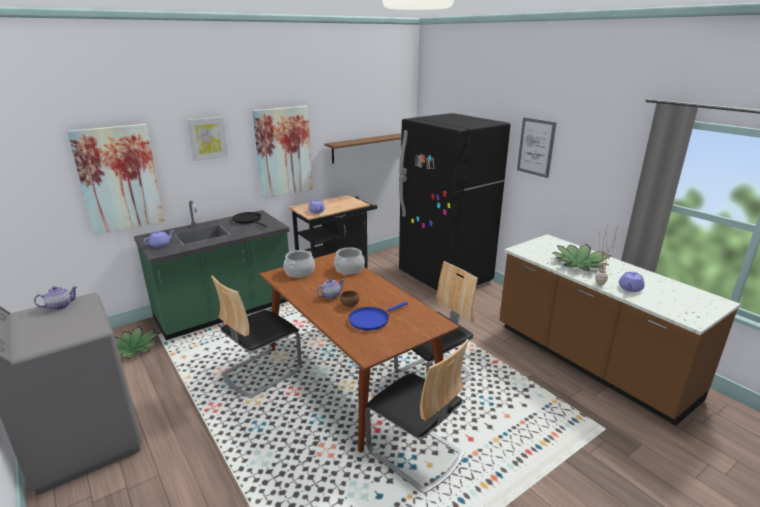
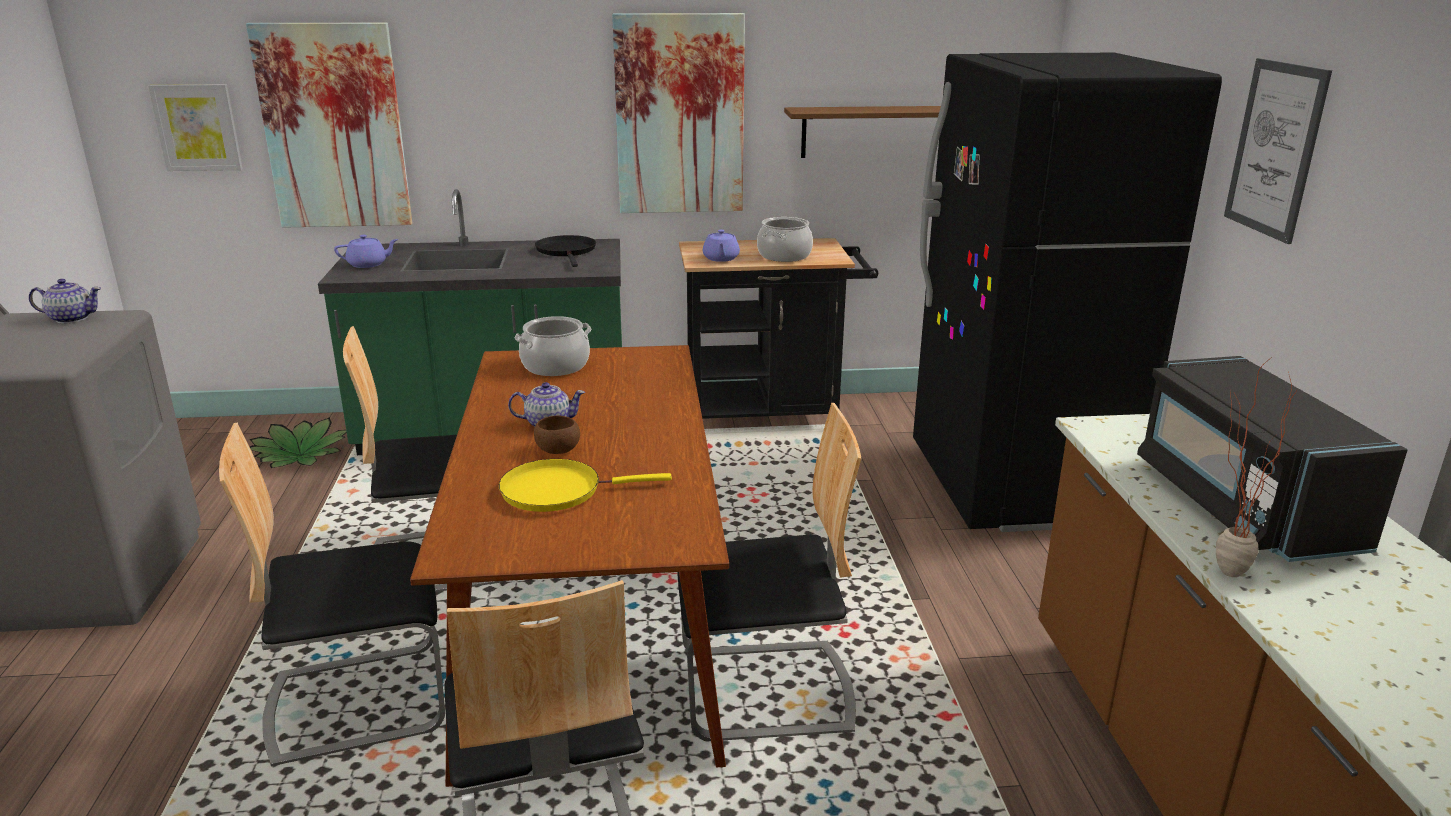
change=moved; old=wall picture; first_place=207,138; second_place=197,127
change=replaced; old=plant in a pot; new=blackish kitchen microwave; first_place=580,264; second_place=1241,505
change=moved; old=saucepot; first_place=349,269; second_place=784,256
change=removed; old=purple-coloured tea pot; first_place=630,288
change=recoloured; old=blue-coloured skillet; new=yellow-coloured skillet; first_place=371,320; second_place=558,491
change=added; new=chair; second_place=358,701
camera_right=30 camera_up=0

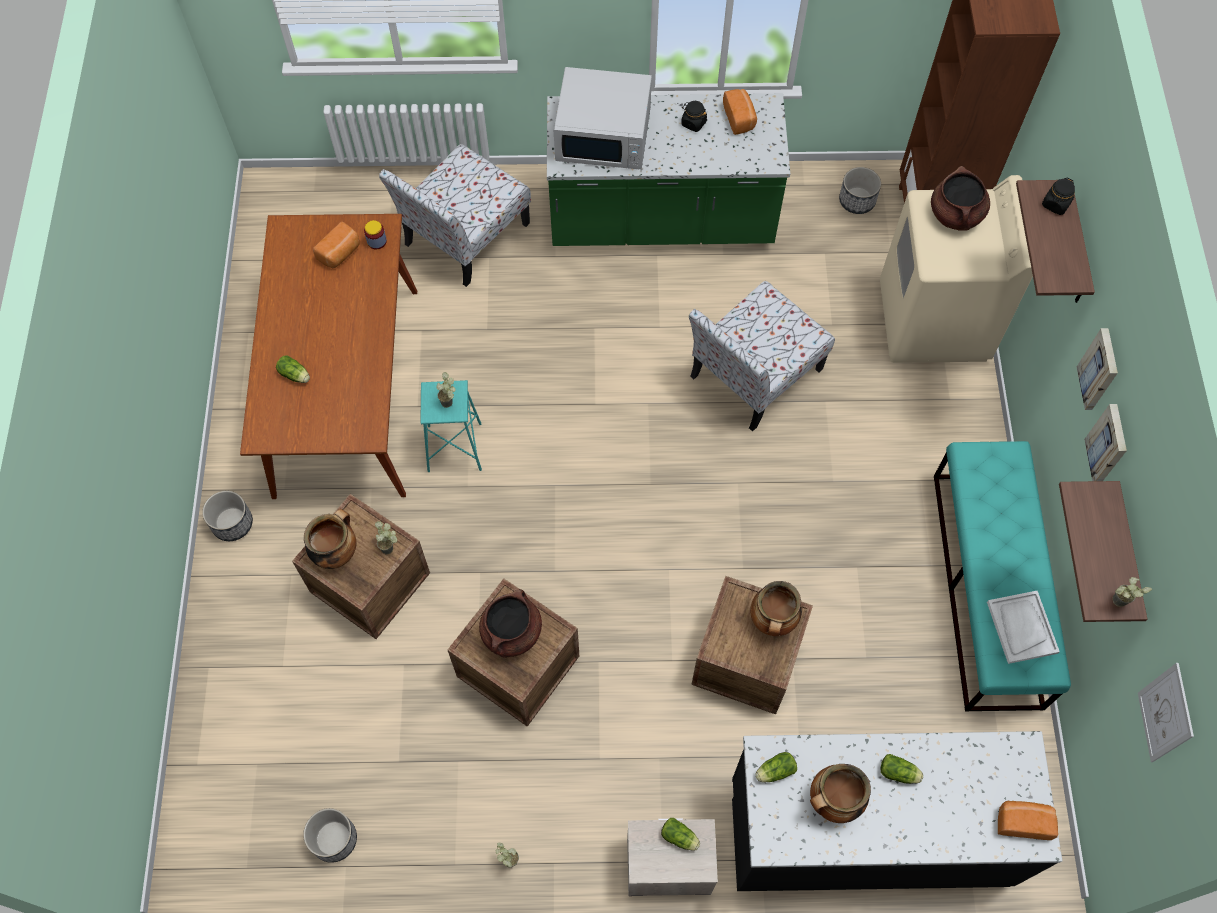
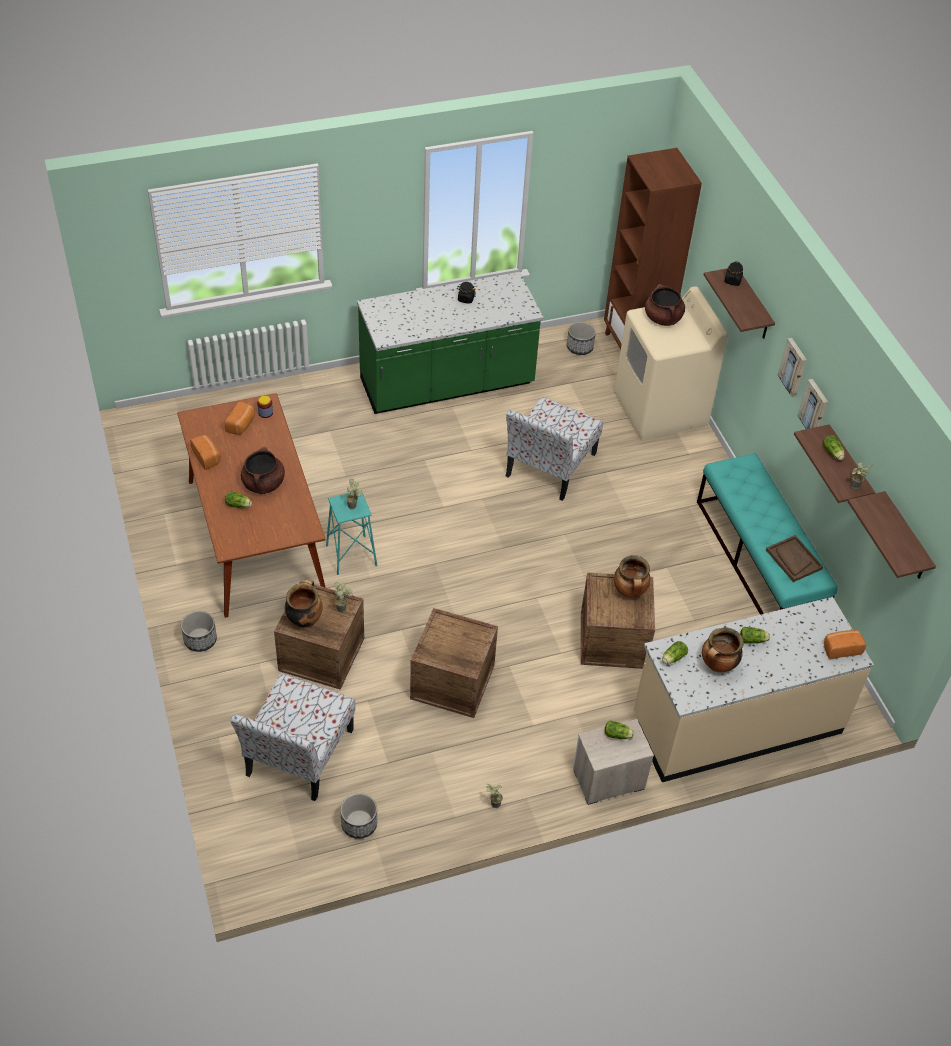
change=removed; old=white-coloured kitchen microwave; first_place=604,135
change=moved; old=baked bread; first_place=740,118; second_place=207,457
change=moved; old=chair; first_place=464,236; second_place=298,754
change=moved; old=brown saucepot; first_place=511,633; second_place=263,484
change=recoloured; old=white-coloured carrying tray; new=brown carrying tray; first_place=1021,627; second_place=793,559
change=replaced; old=wall picture; new=wall shelf; first_place=1165,713; second_place=905,539
change=recoloured; old=blackish kitchen base unit; new=sand-coloured kitchen base unit; first_place=867,831; second_place=736,724
change=added; new=head of lettuce; second_place=833,453
camera_right=-20 camera_up=-15

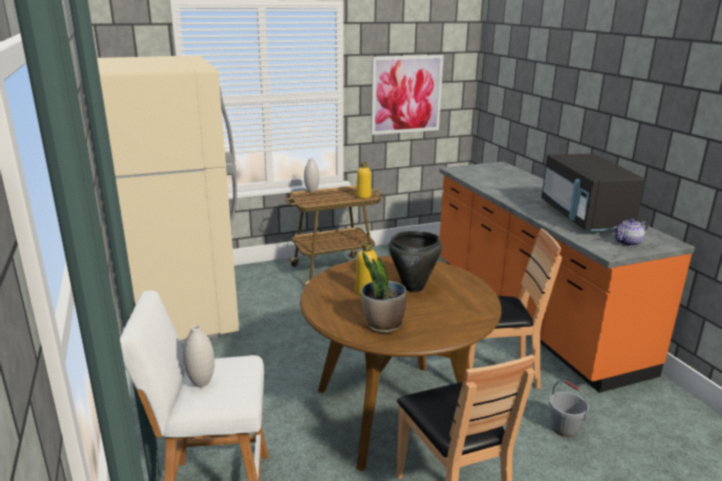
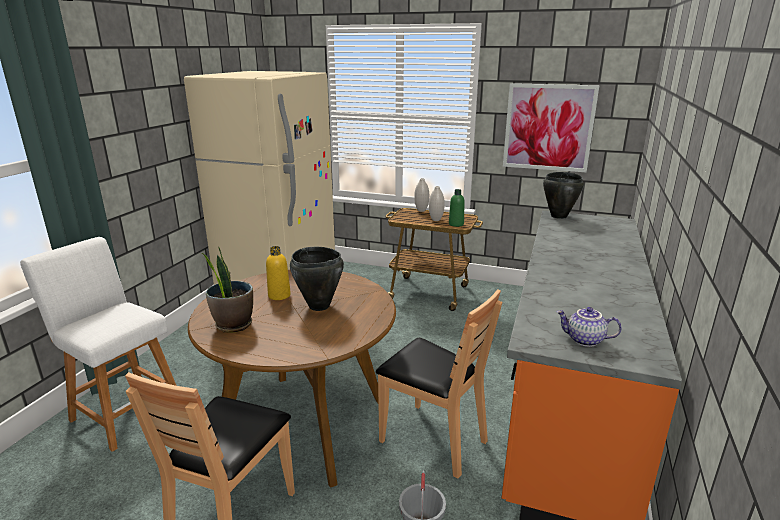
change=removed; old=blackish kitchen microwave; first_place=584,217
change=recoloured; old=yellow-coloured beverage bottle; new=green-coloured beverage bottle; first_place=363,196; second_place=456,224
change=moved; old=white-coloured vase; first_place=201,383; second_place=436,220
change=added; new=blackish saucepot; second_place=558,216
camera_right=40 camera_up=0

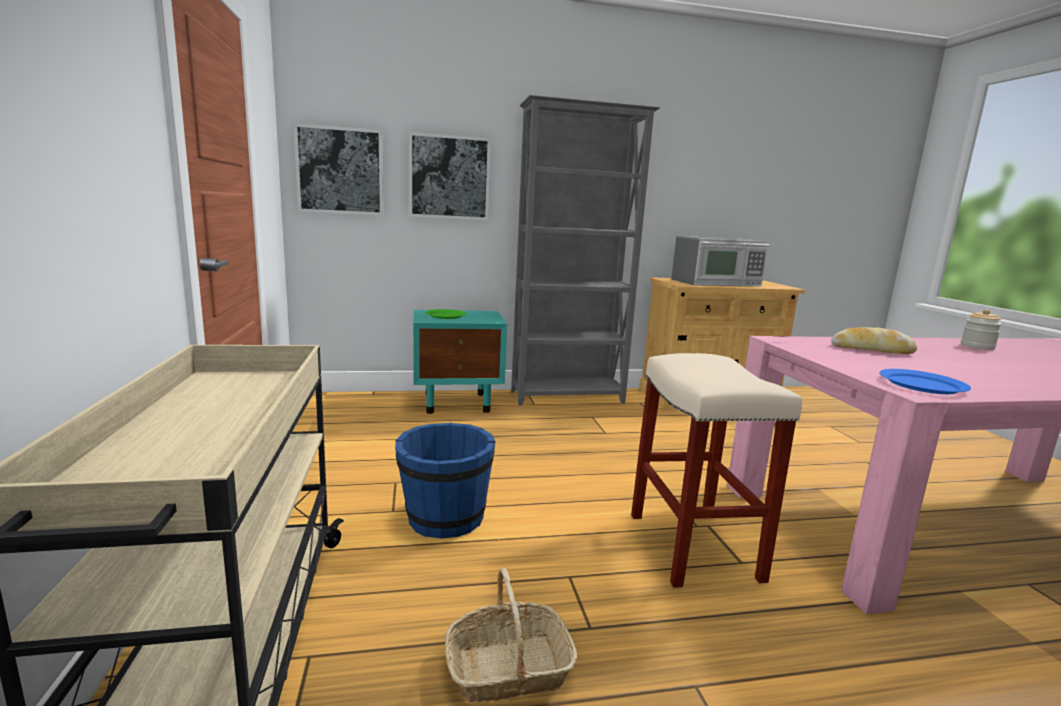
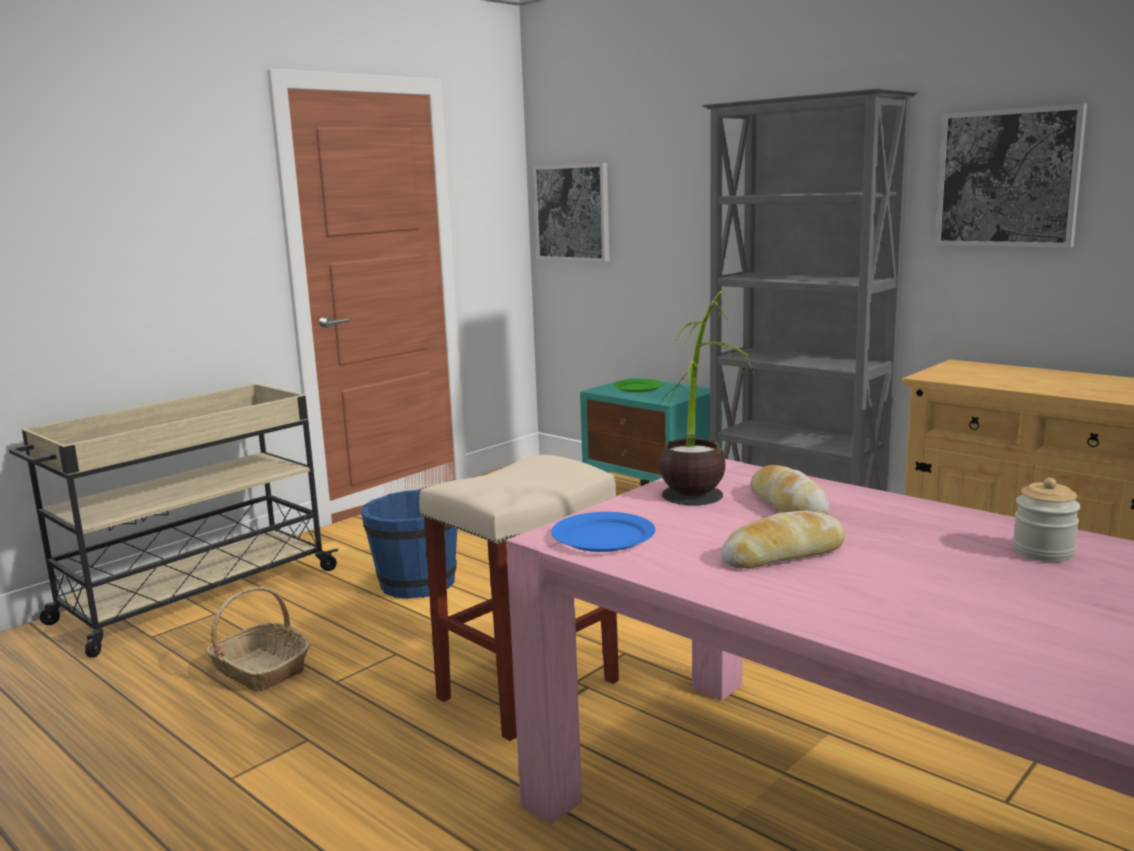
change=moved; old=wall picture; first_place=449,177; second_place=1008,178
change=removed; old=kitchen microwave; first_place=716,283
change=added; new=plant in a pot; second_place=697,507
change=added; new=baked bread; second_place=783,554
camera_right=55 camera_up=0

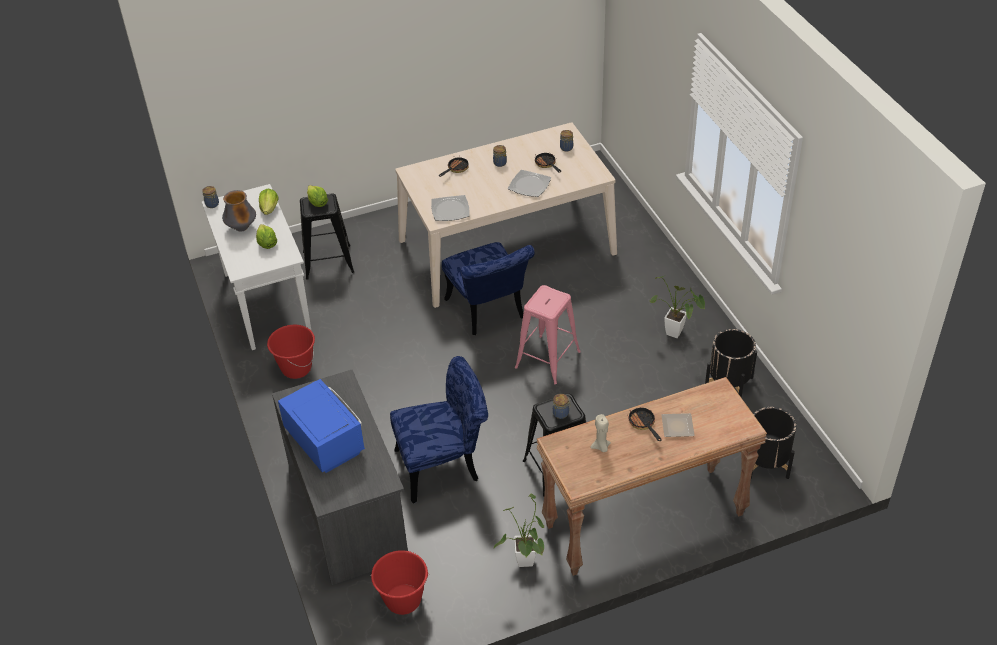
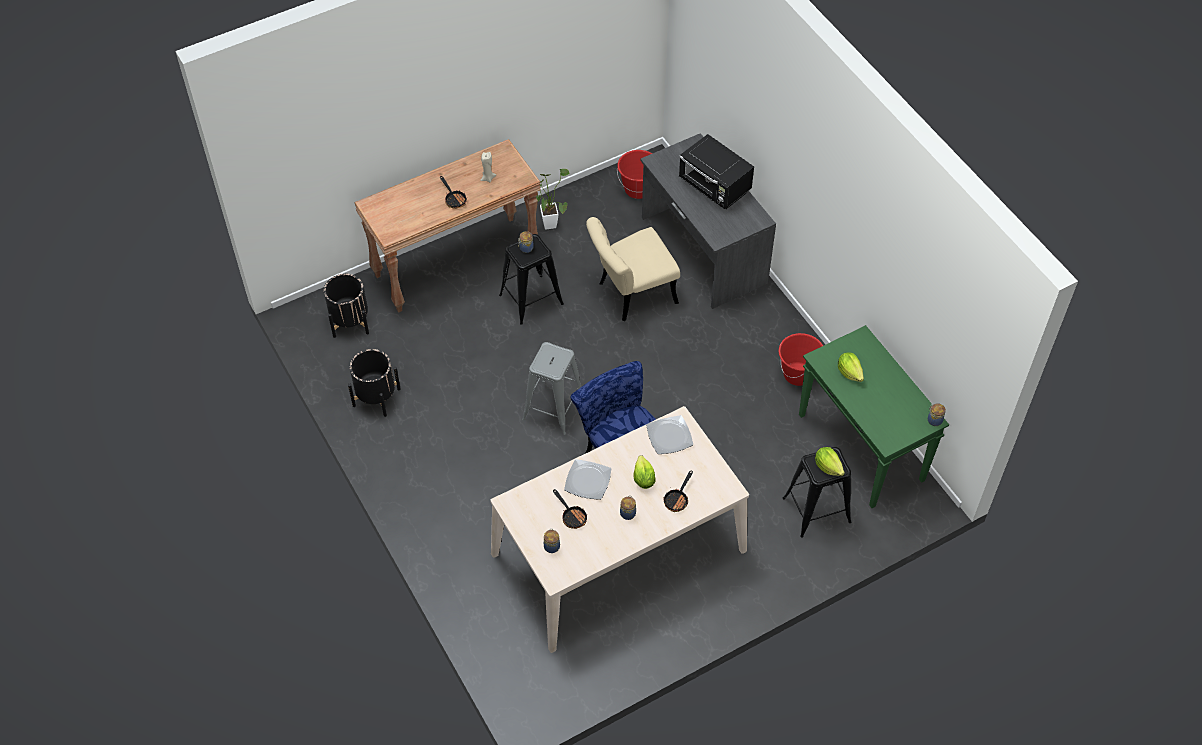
change=recoloured; old=white-coloured console table; new=green-coloured console table; first_place=266,303; second_place=862,448
change=moved; old=head of lettuce; first_place=269,209; second_place=643,479
change=removed; old=vase; first_place=242,228
change=removed; old=plant in a pot; first_place=677,334
change=recoloured; old=pink stool seat; new=greyish stool seat; first_place=547,359; second_place=553,407
change=recoloured; old=blue-coloured chair; new=sand-coloured chair; first_place=444,465; second_place=630,294
change=recoloured; old=blue-coloured kitchen microwave; new=blackish kitchen microwave; first_place=325,441; second_place=714,187
change=removed; old=flat dish; first_place=678,427
camera_right=170 camera_up=10

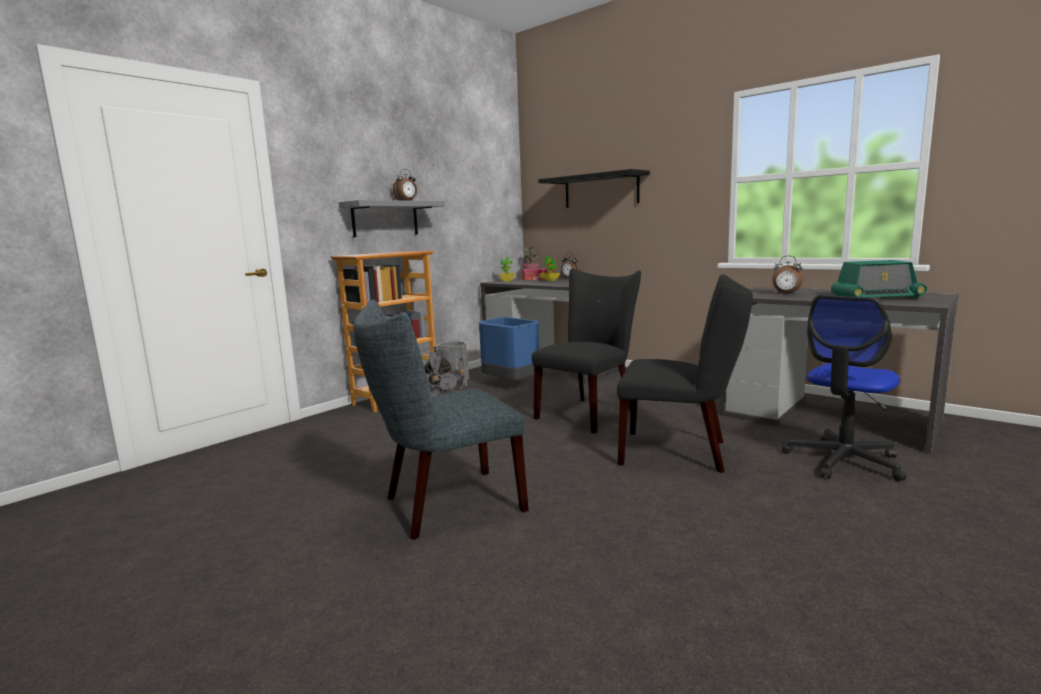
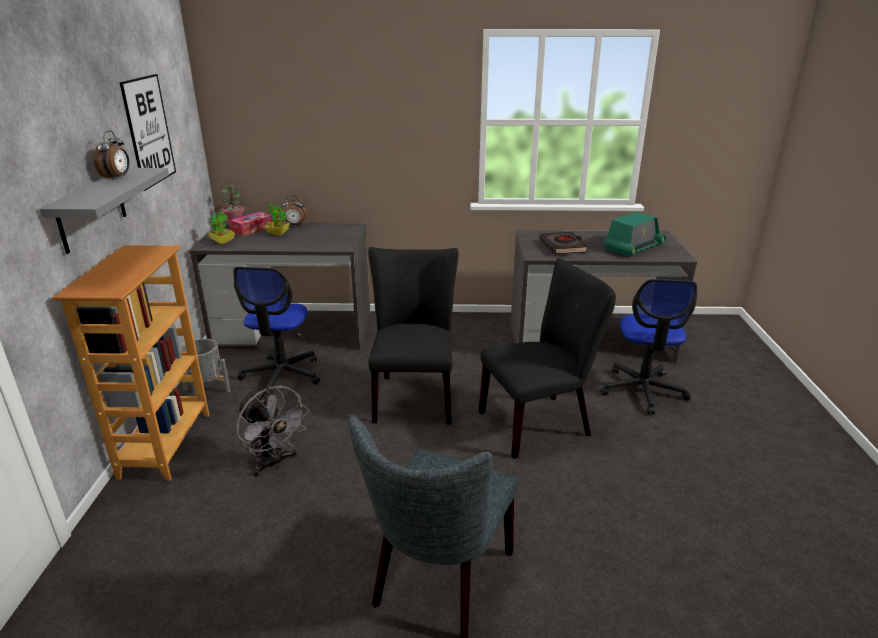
change=removed; old=blackish wall shelf; first_place=601,190
change=replaced; old=bedside clock; new=blackish bound book; first_place=786,294; second_place=563,246
change=replaced; old=blue-coloured waste bin; new=computer chair; first_place=510,385; second_place=282,375
change=added; new=wall picture; second_place=149,131
camera_right=-40 camera_up=15

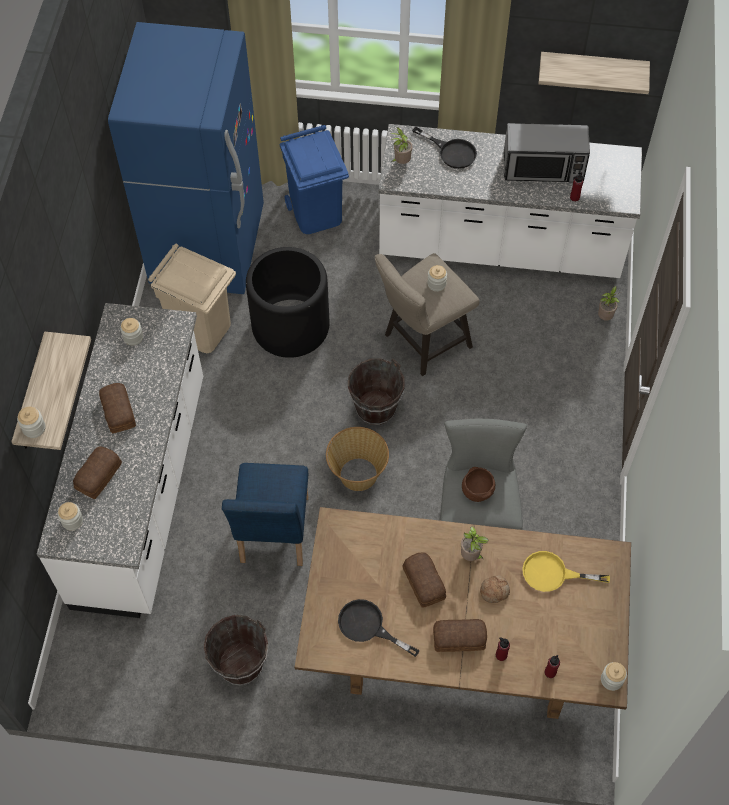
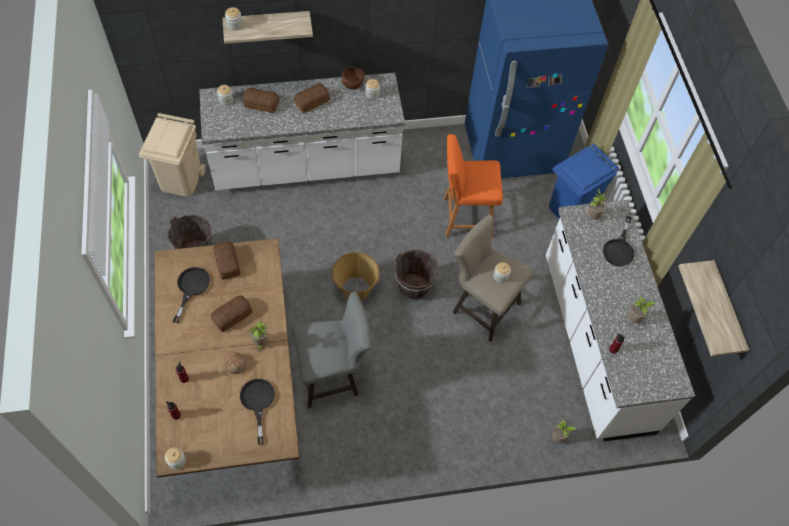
change=replaced; old=kitchen microwave; new=plant in a pot; first_place=543,168; second_place=634,319
change=moved; old=sand-coloured waste bin; first_place=201,329; second_place=181,180
change=replaced; old=blackish plant pot; new=orange-coloured stool seat; first_place=290,326; second_place=464,217
change=removed; old=blue-coloured chair; first_place=273,536
change=moved; old=brown serving bowl; first_place=476,491; second_place=353,84
change=recoloured; old=yellow-coloured skillet; new=blackish skillet; first_place=553,574; second_place=257,402
change=moved; old=baked bread; first_place=460,639; second_place=227,264
camera_right=70 camera_up=0

